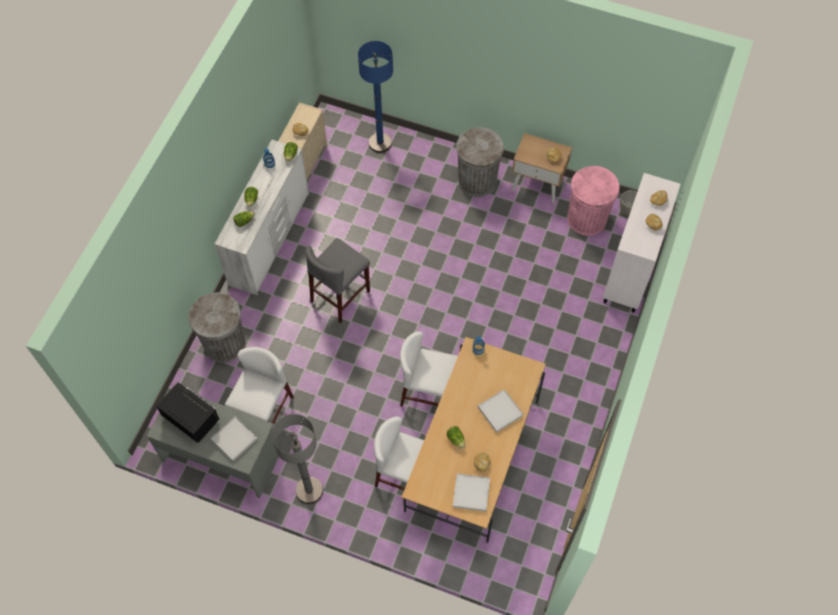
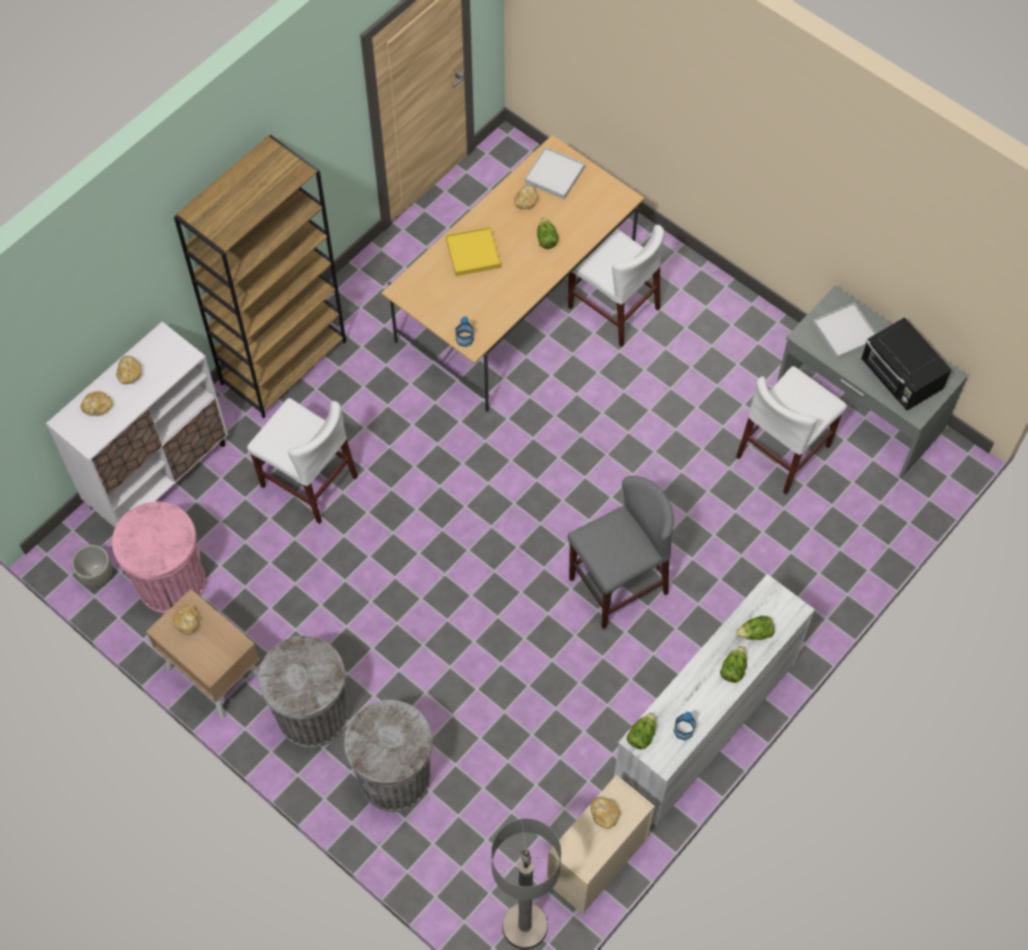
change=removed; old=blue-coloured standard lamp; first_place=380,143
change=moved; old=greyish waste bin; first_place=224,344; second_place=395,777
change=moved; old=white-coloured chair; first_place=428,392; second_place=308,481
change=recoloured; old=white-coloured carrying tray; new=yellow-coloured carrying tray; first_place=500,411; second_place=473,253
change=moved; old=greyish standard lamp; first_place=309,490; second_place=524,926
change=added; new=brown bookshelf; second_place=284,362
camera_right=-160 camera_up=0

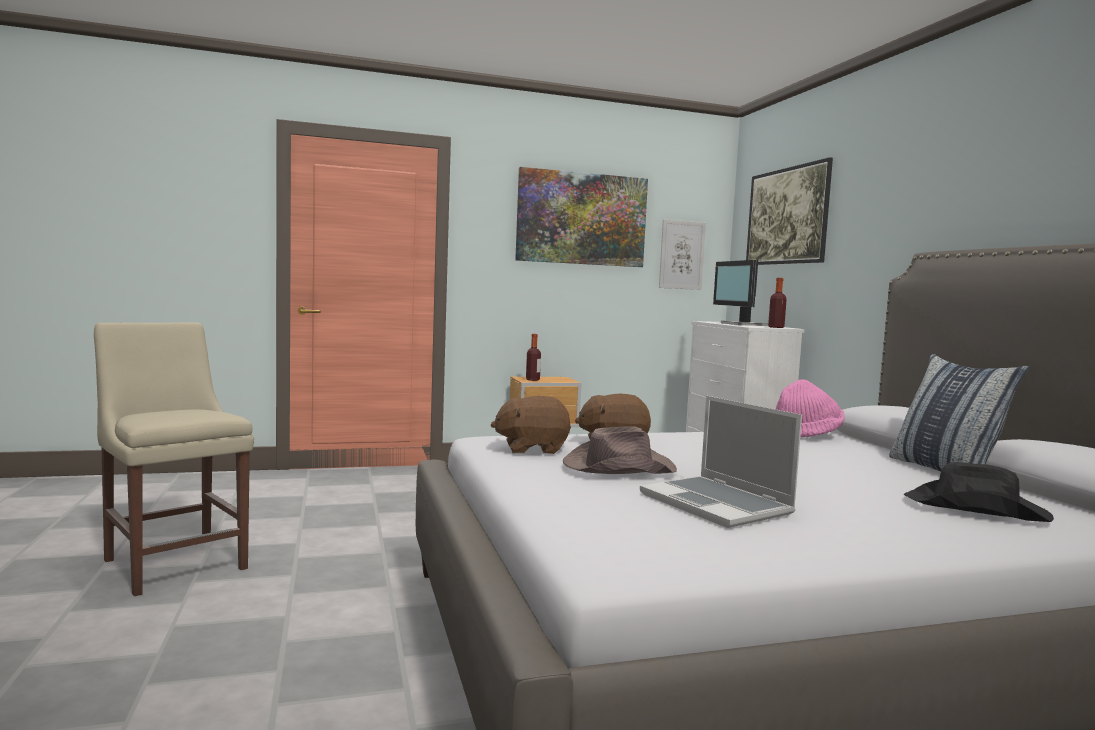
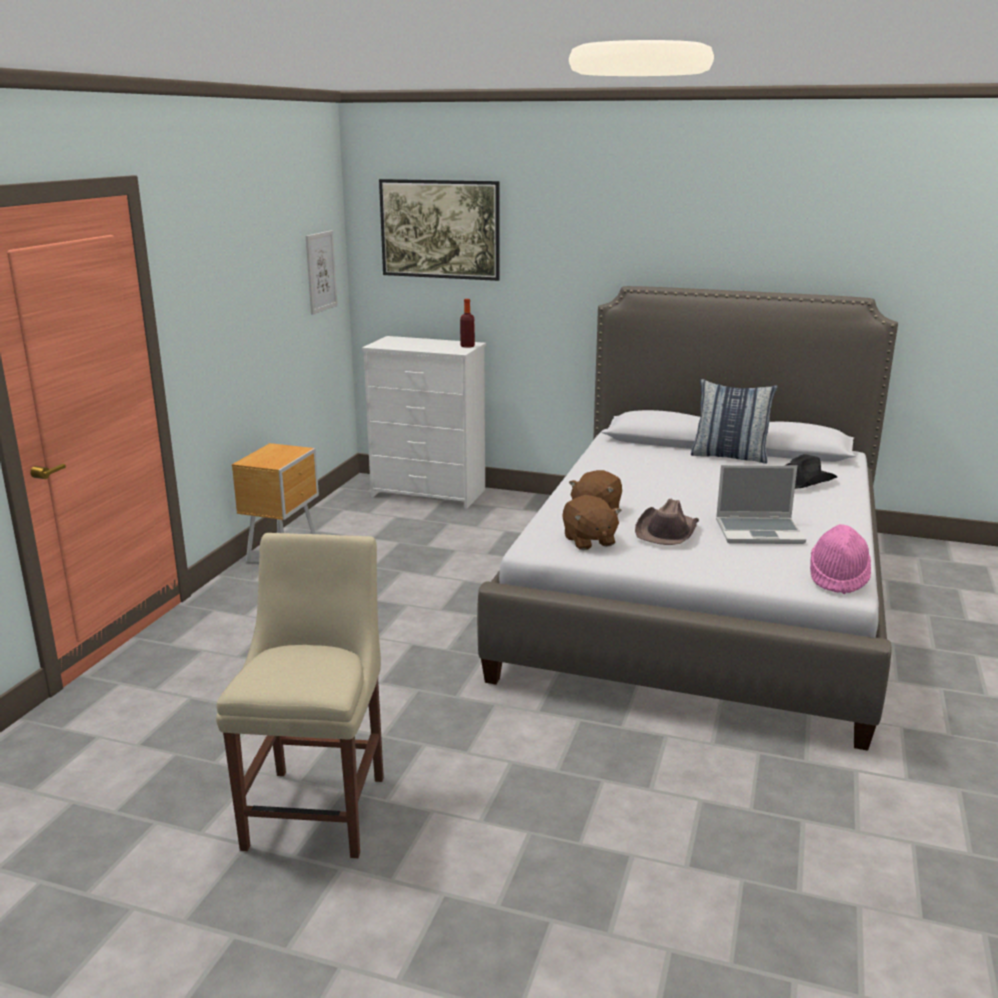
change=removed; old=wall picture; first_place=581,219
change=removed; old=monitor; first_place=742,324
change=turned; old=sand-coloured chair; first_place=174,562; second_place=319,806; degrees=105
change=removed; old=beverage bottle; first_place=532,379
change=moved; old=pink hat; first_place=806,435; second_place=838,578
change=turned; old=brown plush toy; first_place=532,449; second_place=588,541; degrees=-45
camera_right=-55 camera_up=15

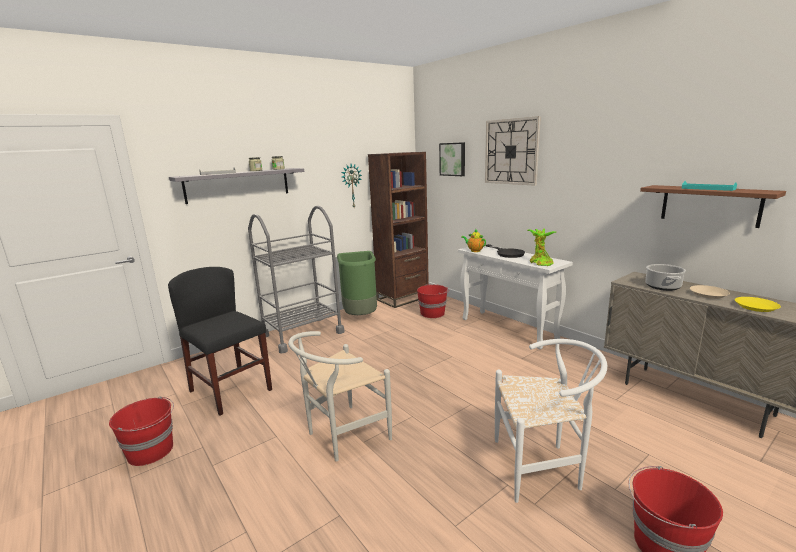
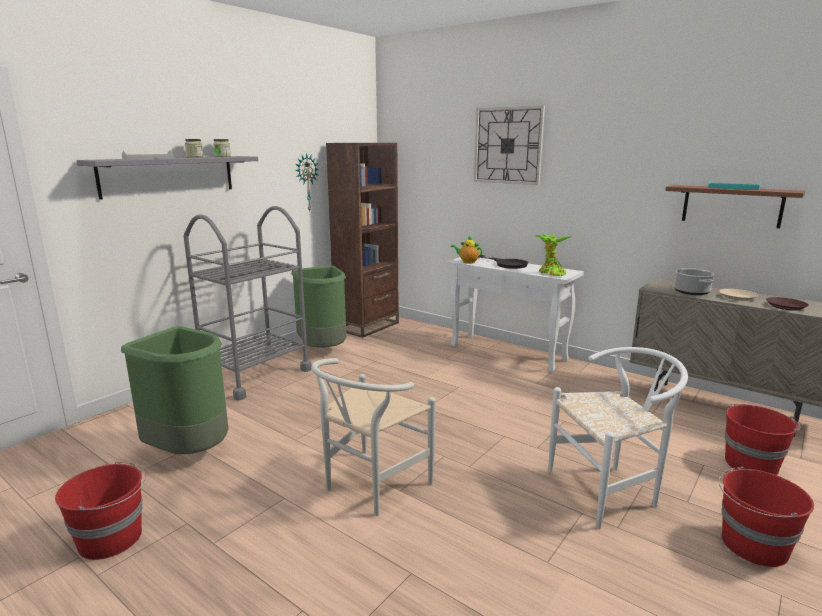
change=removed; old=wall picture; first_place=453,159
change=replaced; old=blackish chair; new=green-coloured waste bin; first_place=231,390; second_place=190,451
change=moved; old=reddish pail; first_place=433,313; second_place=751,463
change=recoloured; old=yellow-coloured flat dish; new=brown flat dish; first_place=755,307; second_place=785,306
camera_right=-15 camera_up=0

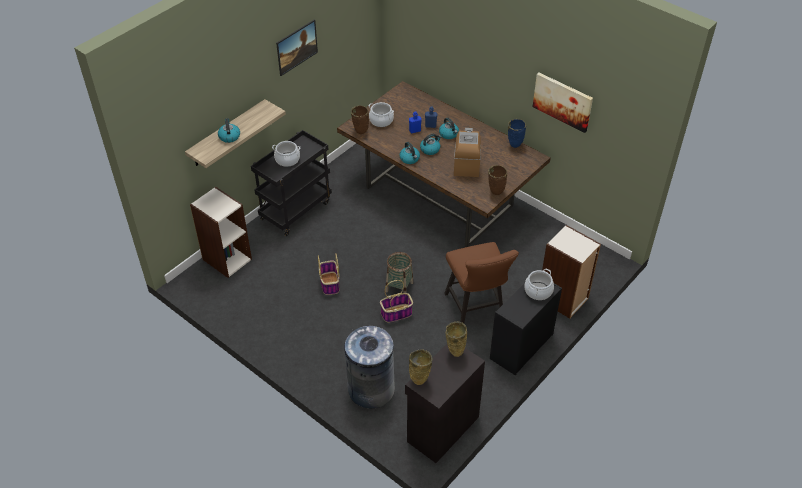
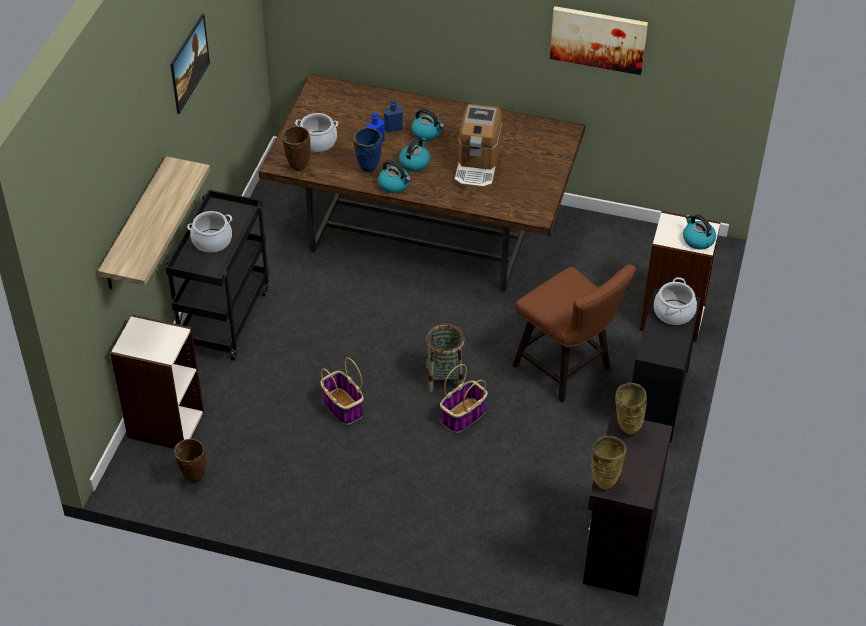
change=moved; old=kettle; first_place=229,136; second_place=697,240
change=moved; old=blue-coloured vase; first_place=514,146; second_place=368,169
change=turned; old=coffee maker; first_place=466,163; second_place=477,167; degrees=-150
change=moved; old=brown vase; first_place=495,193; second_place=193,478
change=removed; old=greyish waste bin; first_place=371,389
camera_right=-25 camera_up=0

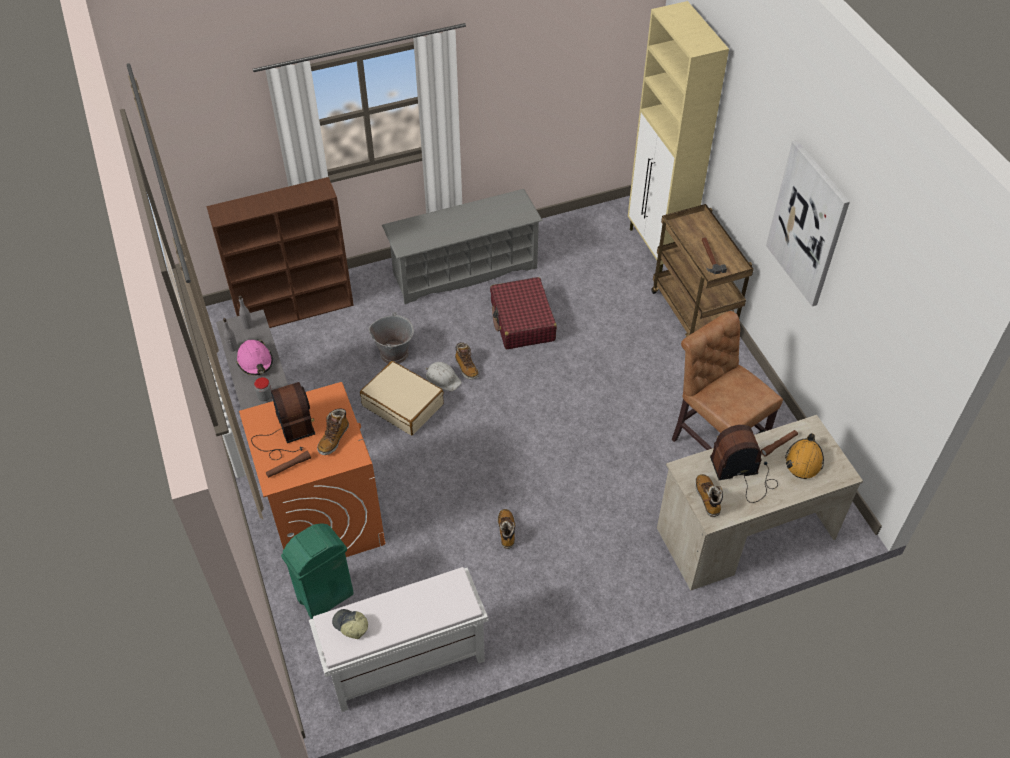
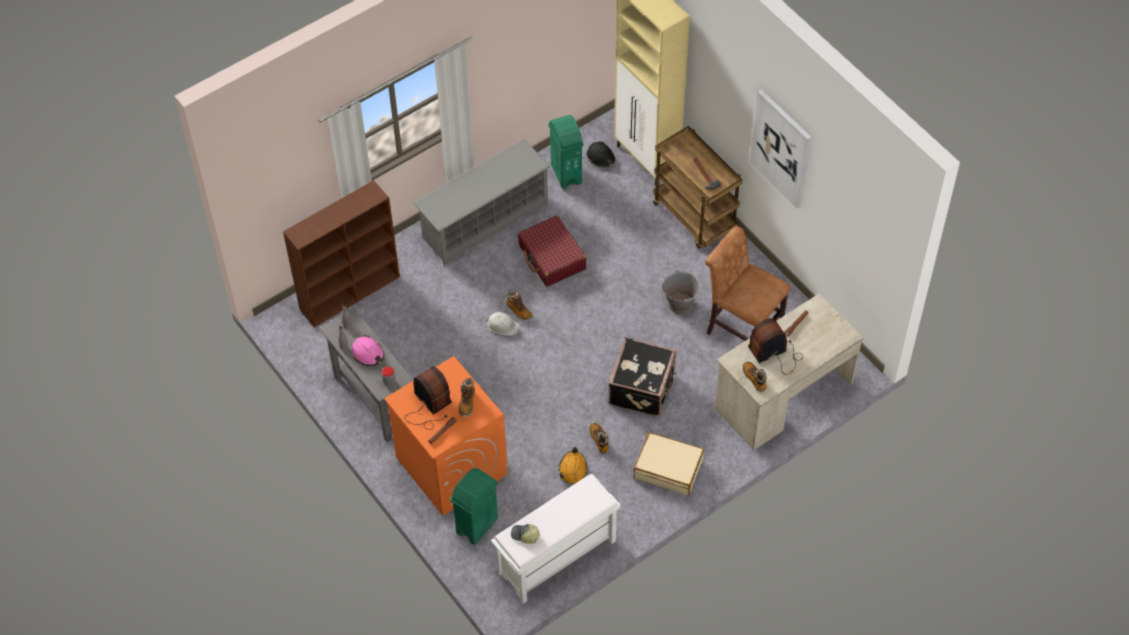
change=moved; old=greyish pail; first_place=394,353; second_place=680,303
change=moved; old=sand-coloured travel case; first_place=403,405; second_place=668,468
change=moved; old=orange-coloured hard hat; first_place=803,461; second_place=573,469
change=added; new=green-coloured waste bin; second_place=566,173
change=added; new=blackish hard hat; second_place=601,157
change=added; new=blackish travel case; second_place=643,388
camera_right=-15 camera_up=5

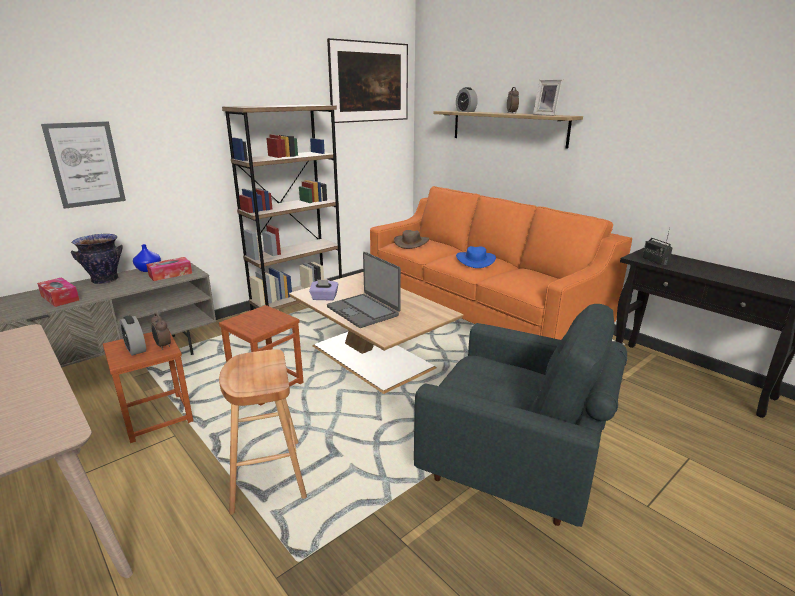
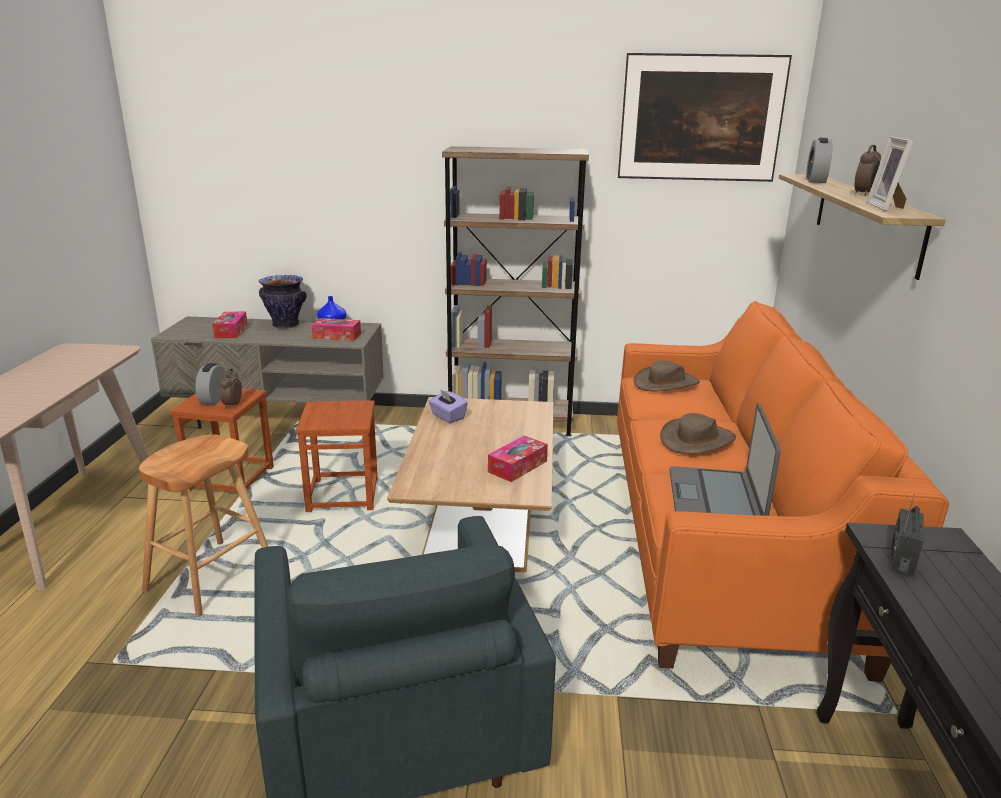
change=removed; old=wall picture; first_place=85,164
change=recoloured; old=blue-coloured hat; new=brown hat; first_place=475,260; second_place=697,440
change=moved; old=notebook computer; first_place=363,311; second_place=716,499
change=added; new=box of tissues; second_place=517,466
camera_right=45 camera_up=0

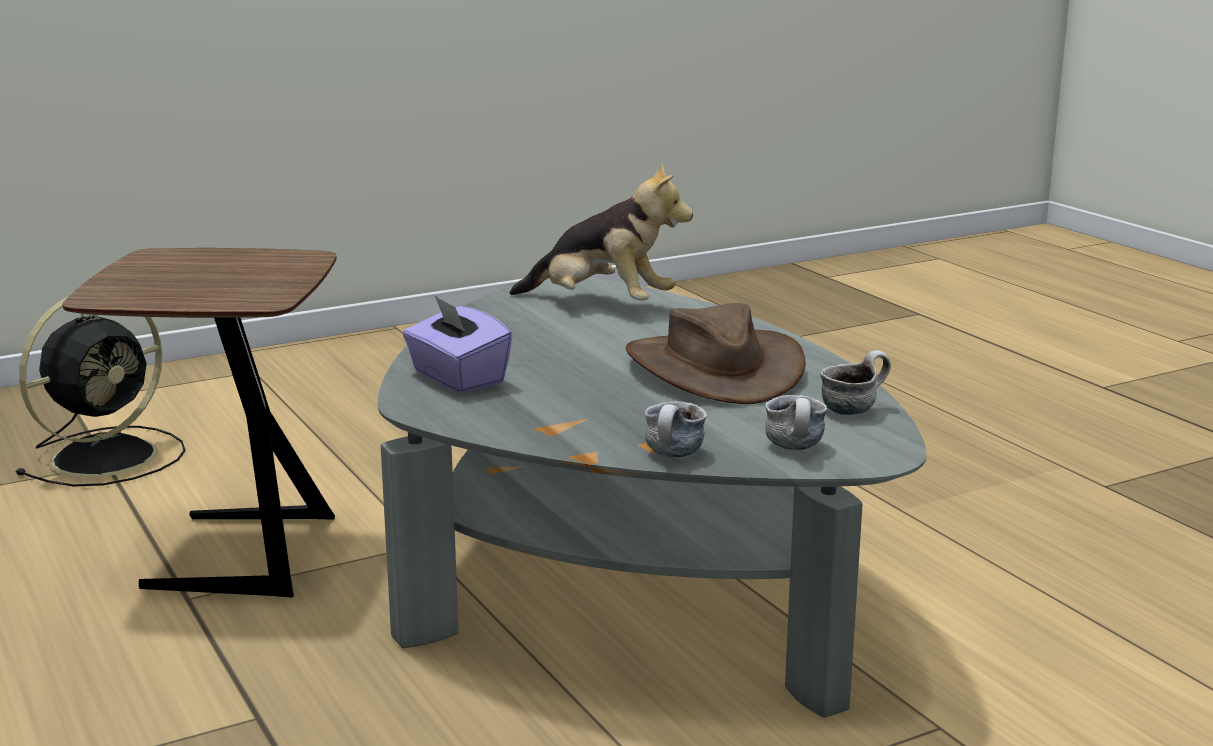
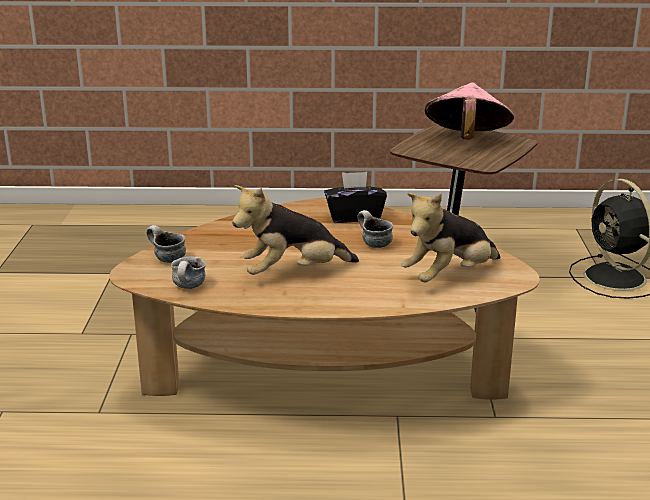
change=recoloured; old=greyish low table; new=brown low table; first_place=628,581; second_place=324,380
change=recoloured; old=purple-coloured box of tissues; new=blackish box of tissues; first_place=457,378; second_place=354,216
change=replaced; old=brown hat; new=plush toy; first_place=713,369; second_place=293,273
change=moved; old=tea mug; first_place=674,456; second_place=373,244
change=added; new=pink hat; second_place=466,141
camera_right=120 camera_up=5

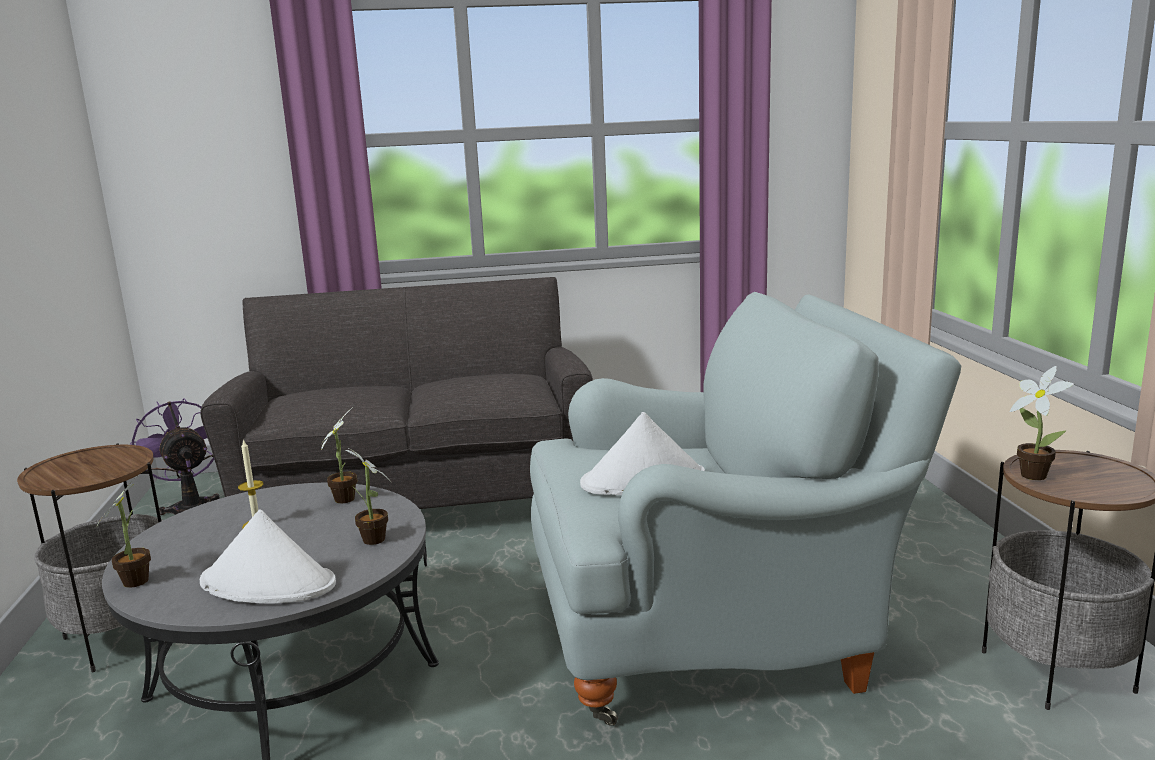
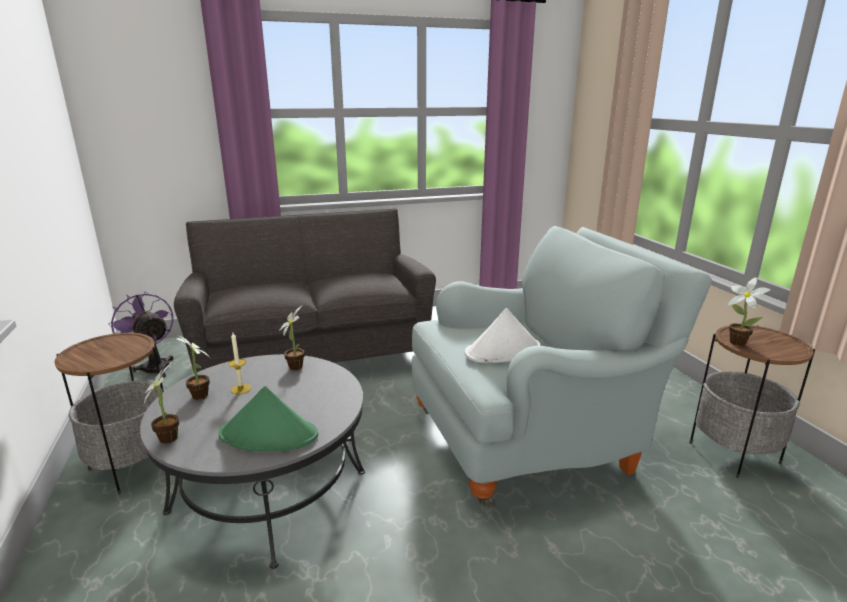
change=moved; old=plant in a pot; first_place=374,541; second_place=200,397
change=recoloured; old=white-coloured hat; new=green-coloured hat; first_place=269,583; second_place=269,435
camera_right=-10 camera_up=5

